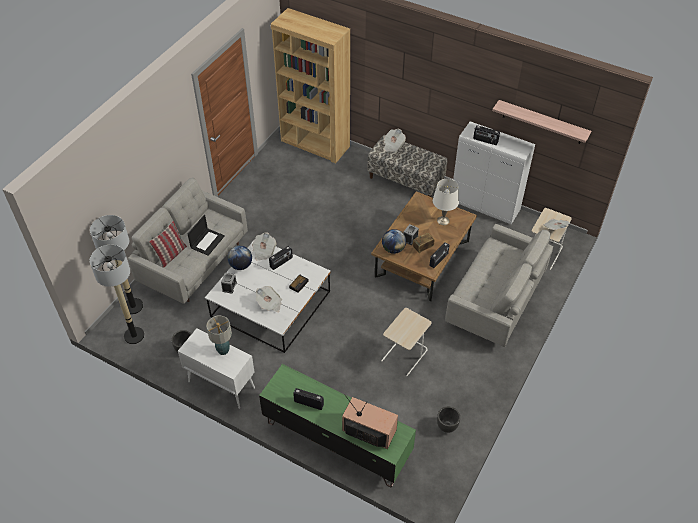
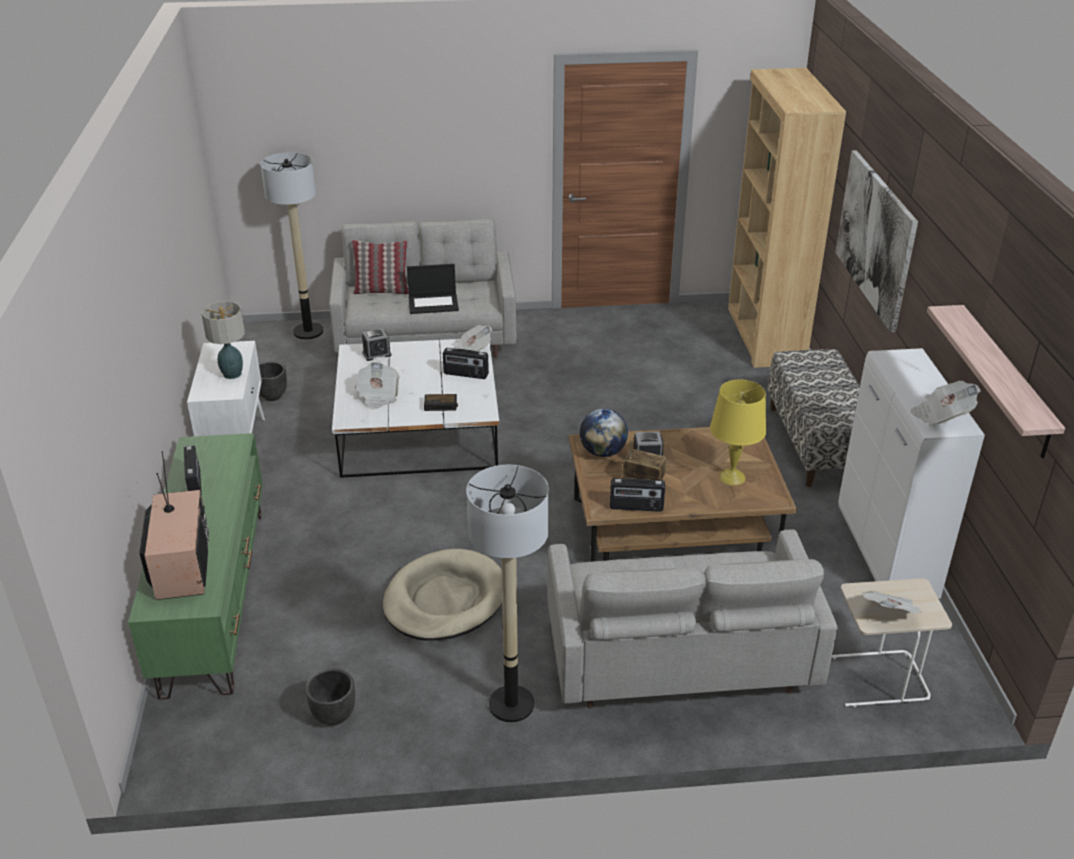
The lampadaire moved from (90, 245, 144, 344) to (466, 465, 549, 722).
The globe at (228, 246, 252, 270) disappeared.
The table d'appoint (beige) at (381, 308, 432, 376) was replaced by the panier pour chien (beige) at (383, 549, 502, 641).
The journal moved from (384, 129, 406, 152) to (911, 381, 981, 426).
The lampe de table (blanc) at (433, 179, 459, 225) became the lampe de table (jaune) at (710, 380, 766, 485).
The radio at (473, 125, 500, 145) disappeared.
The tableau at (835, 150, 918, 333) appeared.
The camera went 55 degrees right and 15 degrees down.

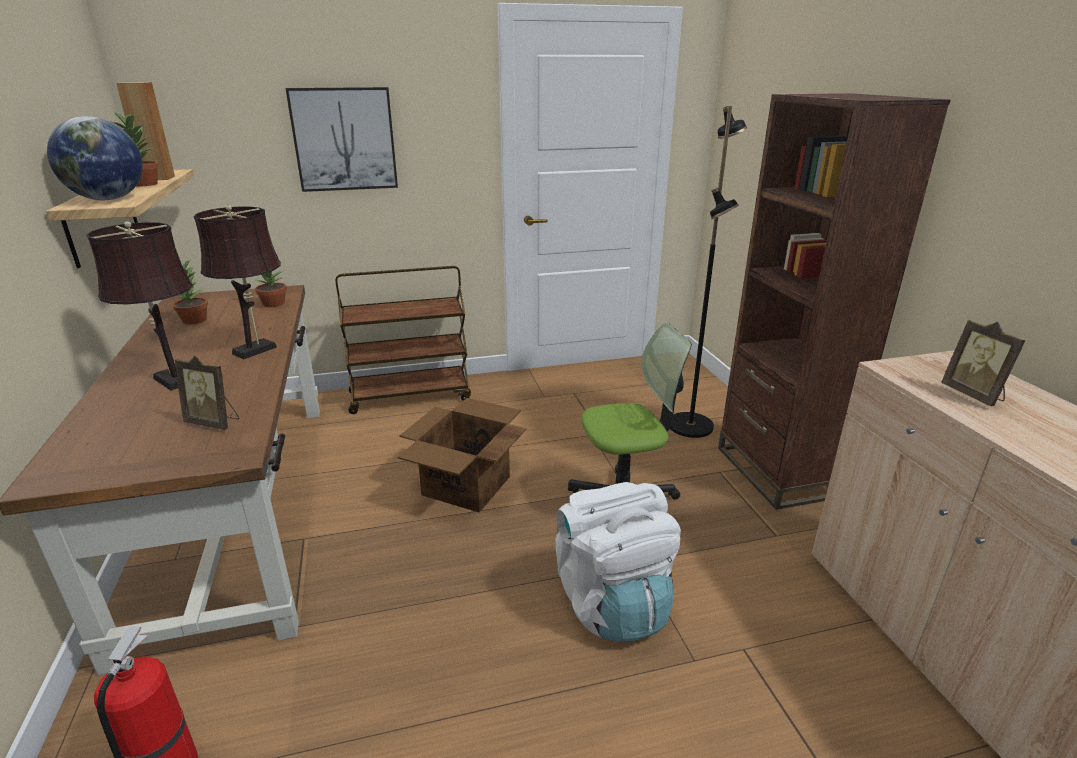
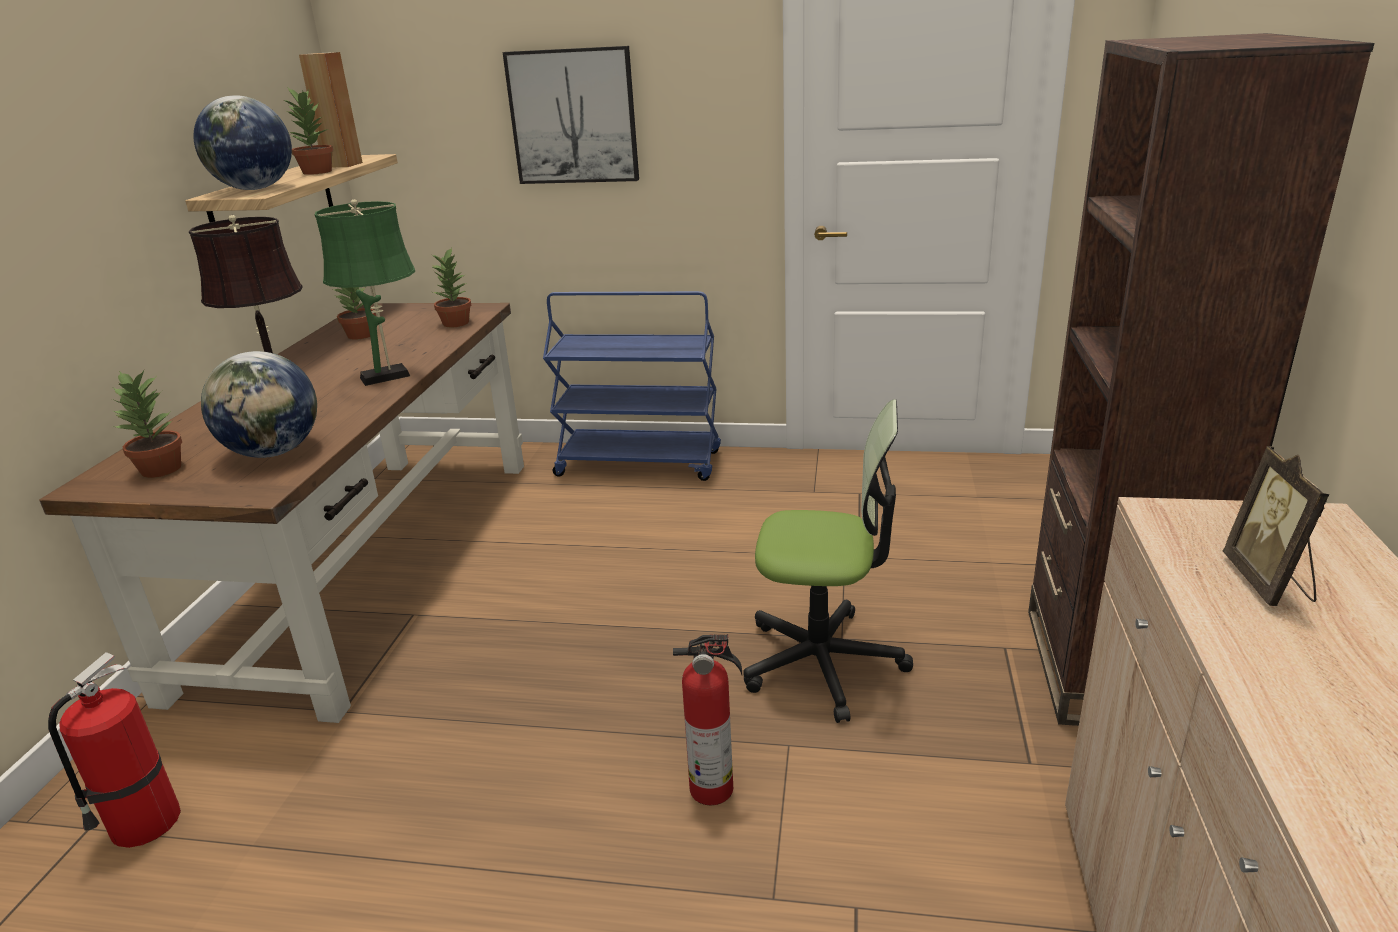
The cadre photo at (175, 356, 239, 430) was replaced by the globe at (201, 351, 317, 458).
The lampe de table (marron) at (194, 205, 281, 360) became the lampe de table (vert) at (315, 199, 415, 386).
The chariot (marron) at (336, 266, 471, 414) became the chariot (bleu) at (543, 291, 721, 481).
The carton at (397, 398, 526, 513) disappeared.
The sac à dos (blanc) at (555, 482, 681, 641) was replaced by the extincteur at (673, 634, 742, 805).
The lampadaire (noir) at (670, 106, 747, 438) disappeared.
The plante en pot at (112, 370, 182, 478) appeared.
The camera went 25 degrees right and 0 degrees up.

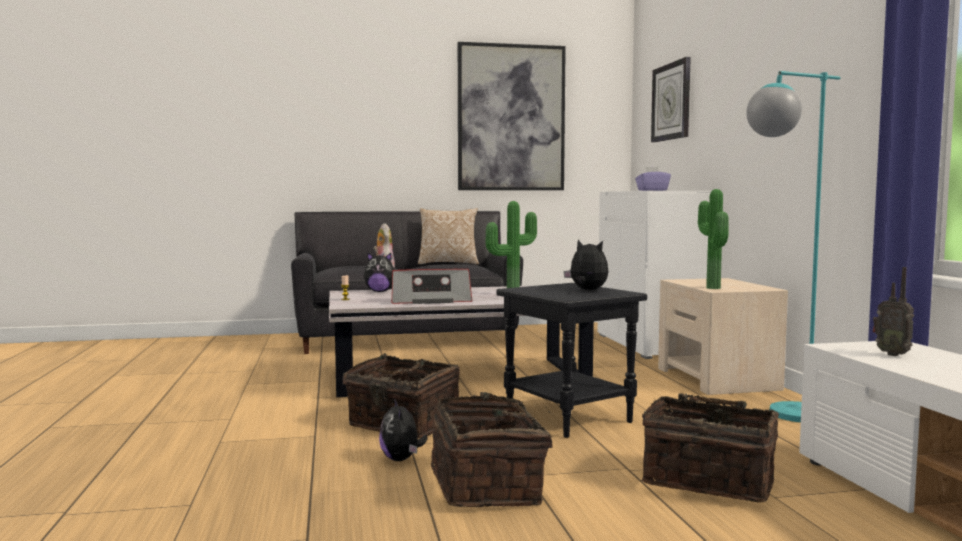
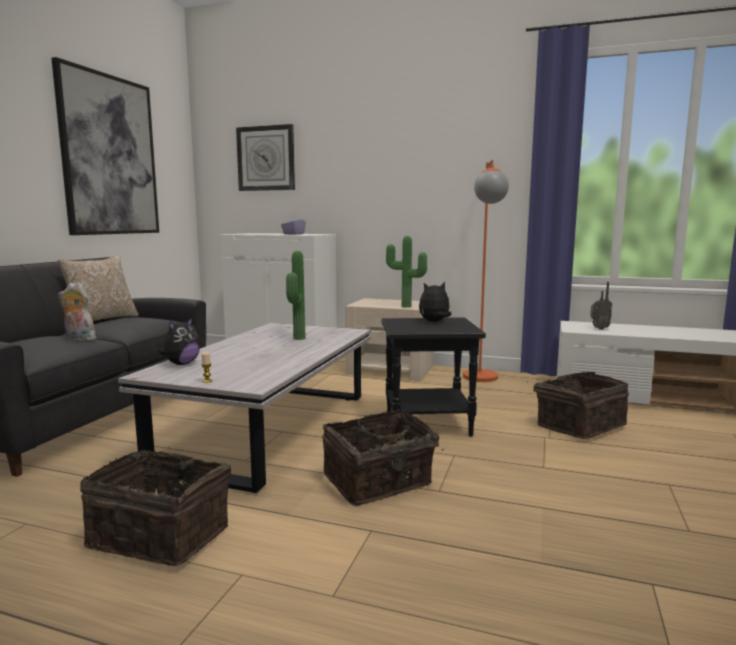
The peluche at (379, 398, 427, 461) disappeared.
The radio at (392, 269, 472, 304) disappeared.
The panier moved from (431, 392, 553, 507) to (80, 448, 231, 566).
The lampadaire (turquoise) at (746, 71, 840, 422) became the lampadaire (orange) at (463, 160, 509, 382).
The camera went 60 degrees left and 5 degrees up.

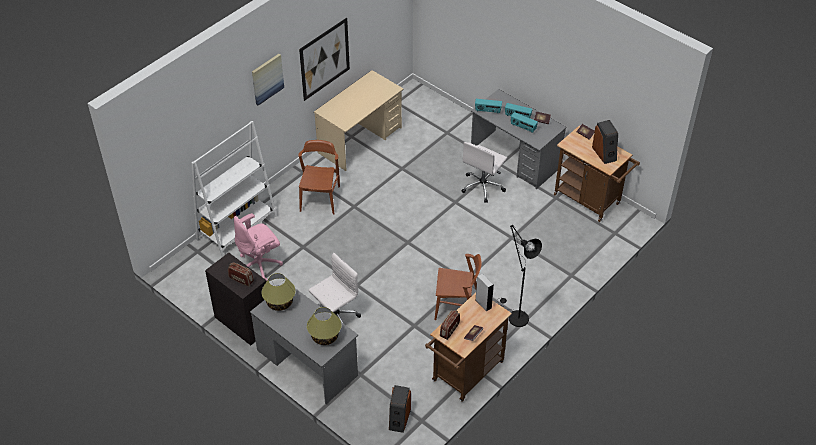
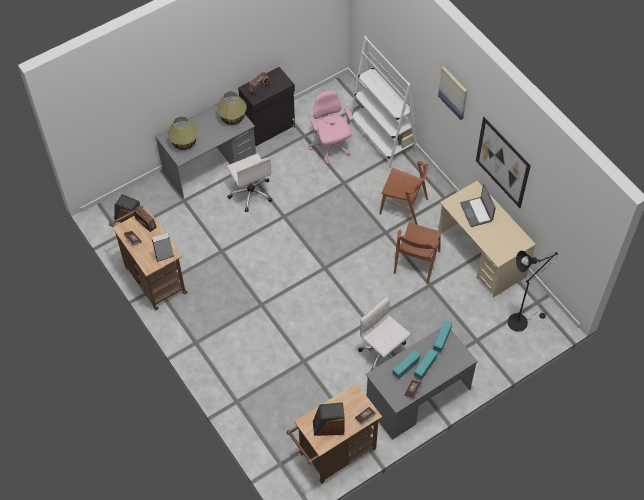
The chaise (marron) moved from (434, 254, 482, 320) to (394, 222, 441, 284).
The lampadaire (noir) moved from (500, 225, 542, 327) to (508, 251, 558, 332).
The ordinateur portable at (460, 184, 496, 227) appeared.
The camera went 105 degrees right and 10 degrees up.

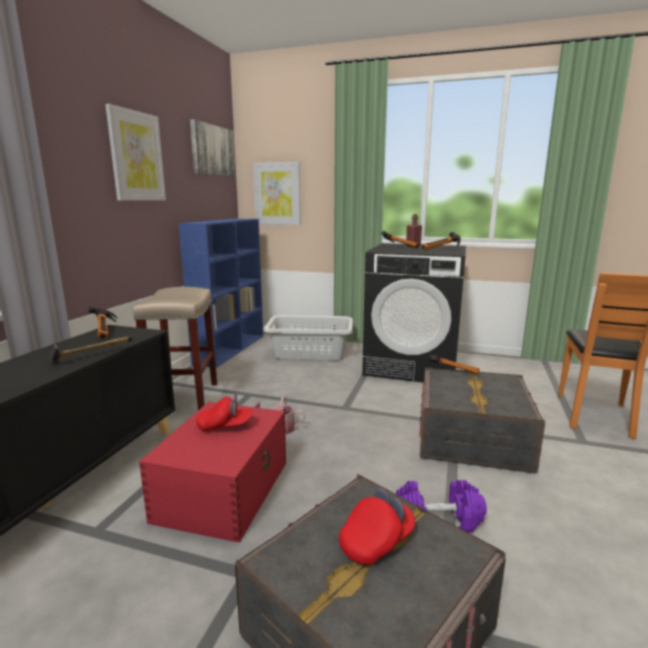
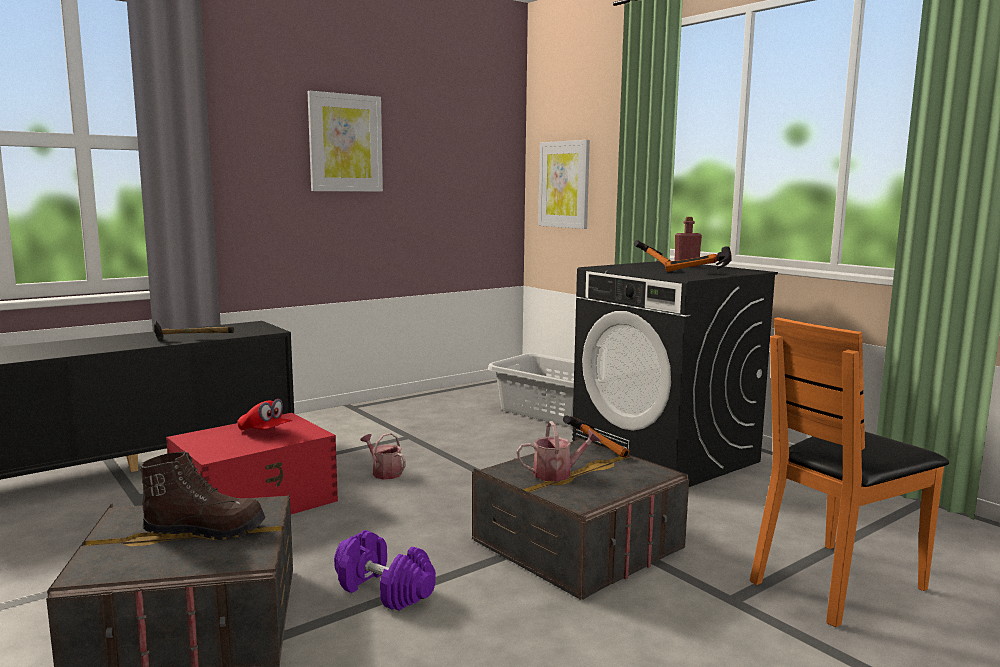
The marteau at (88, 306, 118, 339) disappeared.
The tabouret (beige) at (133, 287, 217, 410) disappeared.
The bibliothèque (bleu) at (179, 219, 263, 368) disappeared.
The tableau at (190, 119, 235, 177) disappeared.
The casquette (rouge) at (339, 488, 415, 565) was replaced by the botte (marron) at (140, 451, 266, 540).
The arrosoir at (517, 421, 601, 481) appeared.
The camera went 35 degrees right and 5 degrees down.

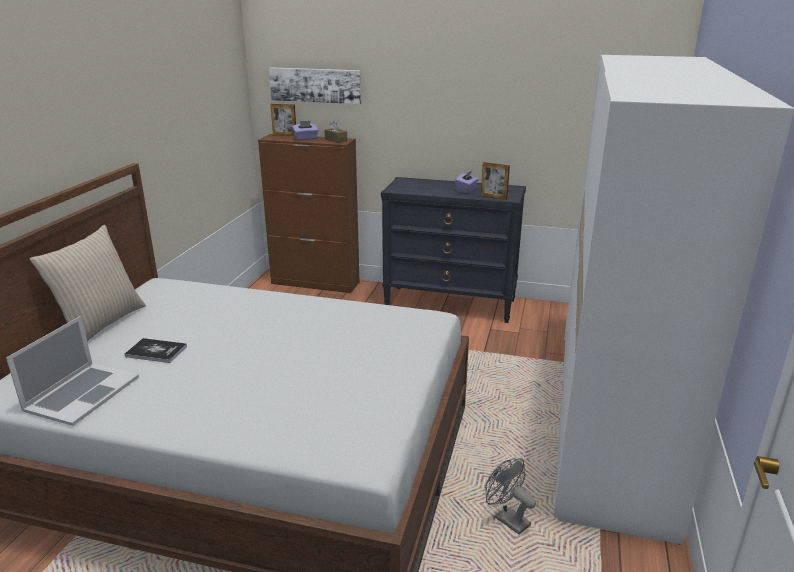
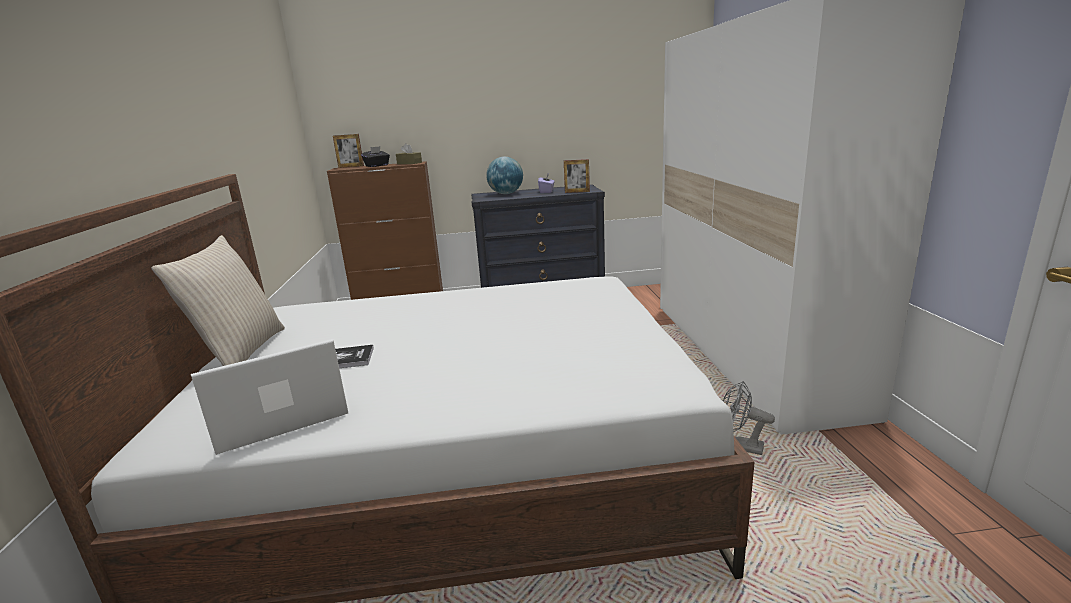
The ordinateur portable at (6, 316, 139, 426) turned 120 degrees counterclockwise.
The tableau at (269, 67, 361, 104) disappeared.
The boîte à mouchoirs (violet) at (292, 121, 318, 141) became the boîte à mouchoirs (noir) at (361, 146, 390, 167).
The globe at (486, 157, 523, 194) appeared.
The camera went 20 degrees left and 5 degrees down.

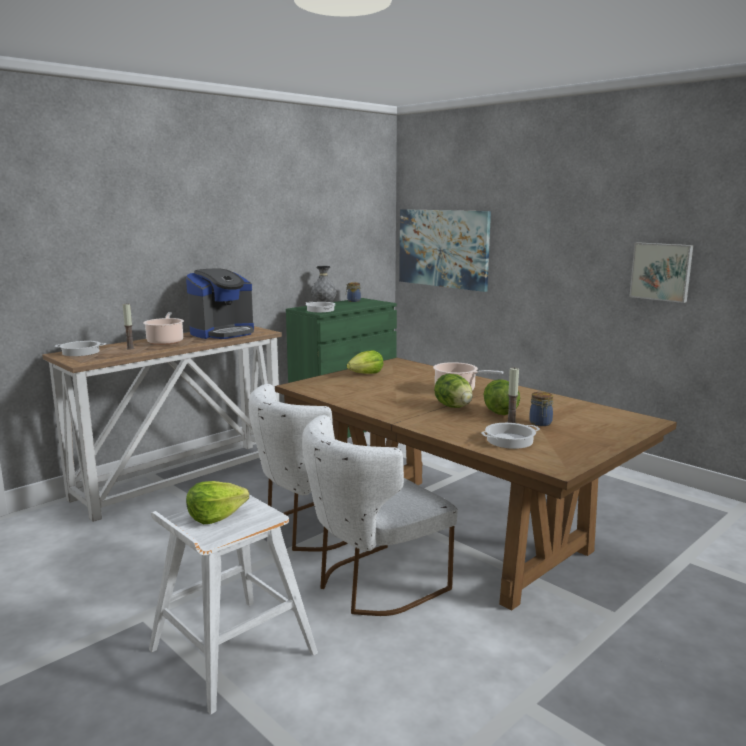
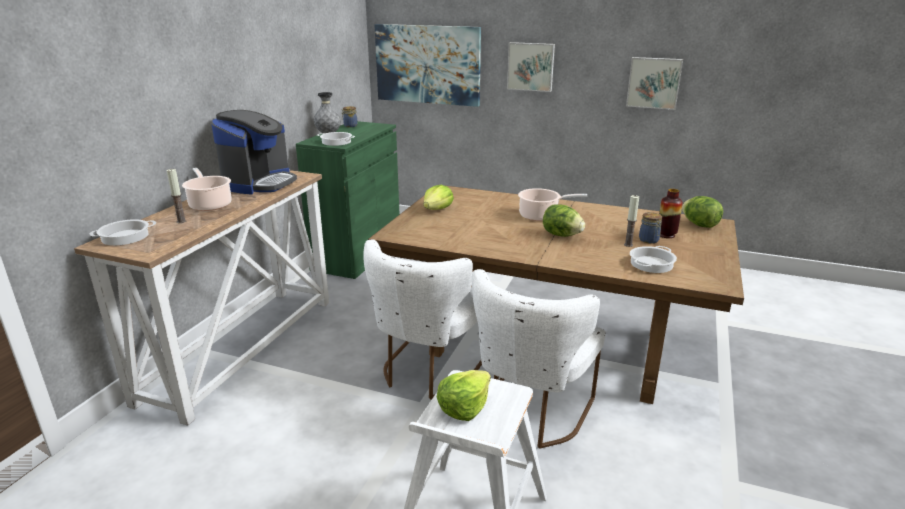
The laitue moved from (483, 379, 520, 415) to (682, 196, 723, 228).
The tableau at (507, 42, 555, 92) appeared.
The vase at (659, 189, 683, 238) appeared.
The camera went 25 degrees left and 10 degrees up.

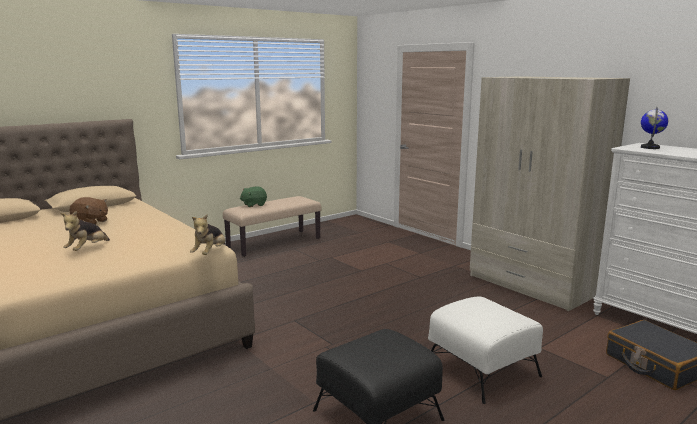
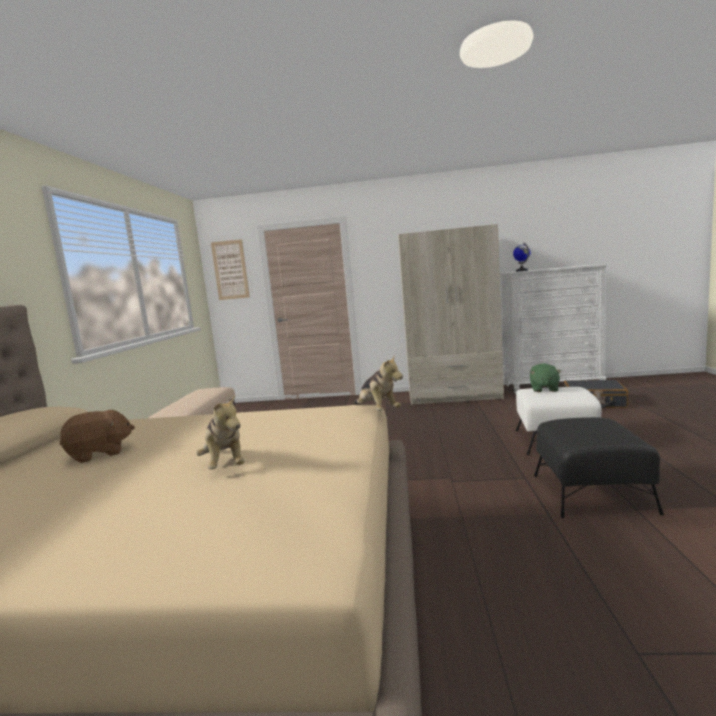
The peluche (vert) moved from (240, 187, 267, 207) to (530, 363, 561, 392).
The tableau at (211, 239, 250, 300) appeared.
The camera went 45 degrees left and 5 degrees down.

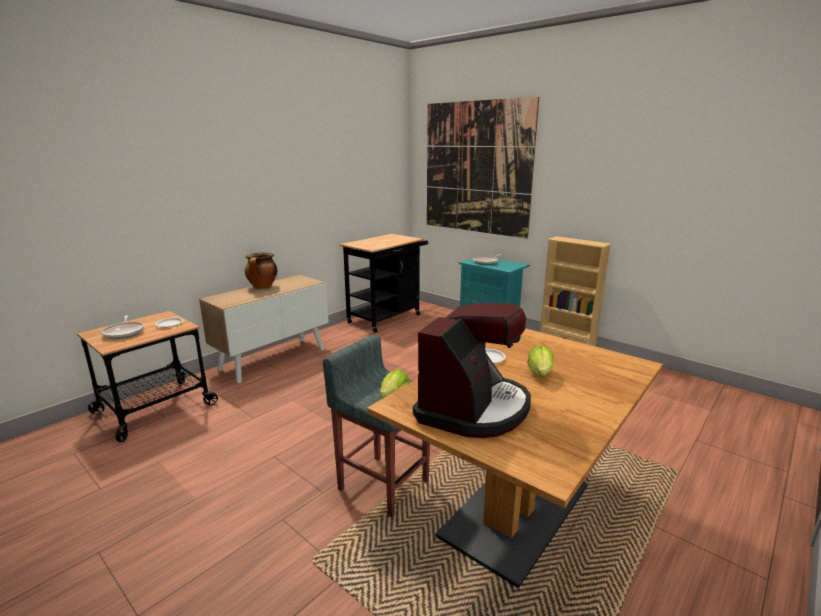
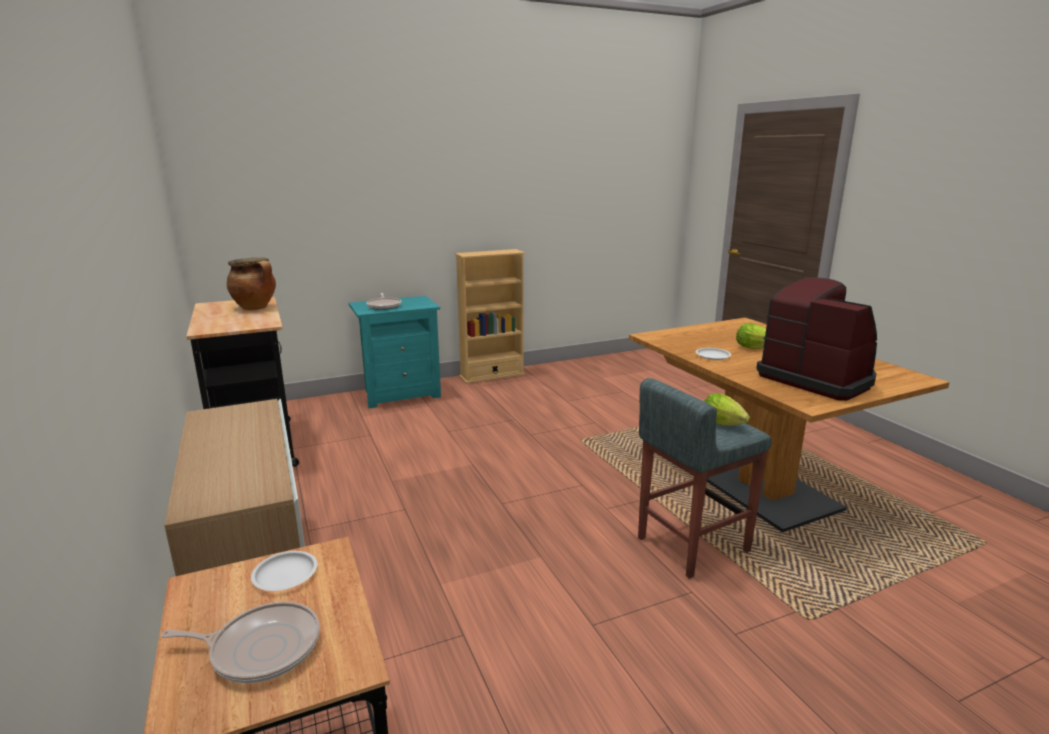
The marmite moved from (245, 252, 277, 289) to (227, 258, 276, 310).
The tableau at (427, 97, 539, 239) disappeared.
The camera went 65 degrees left and 0 degrees up.

